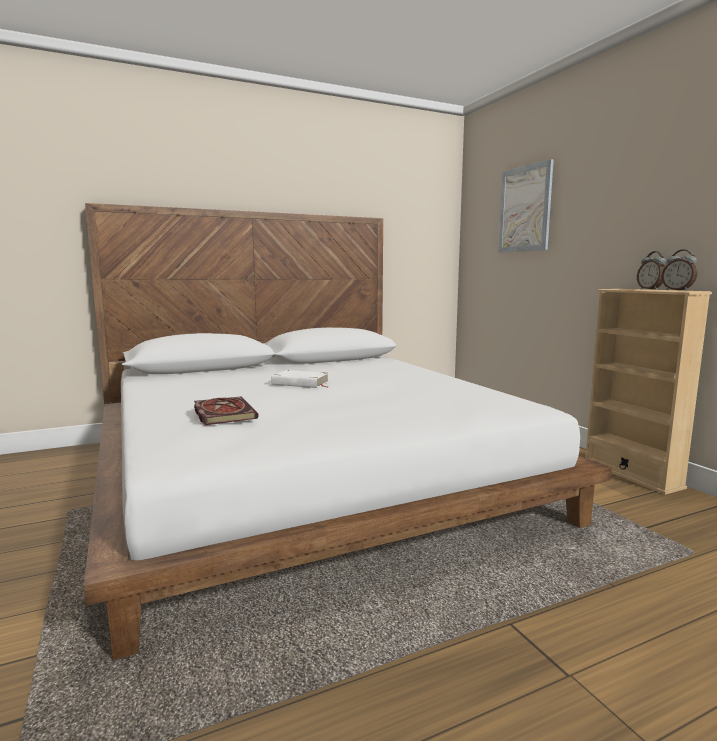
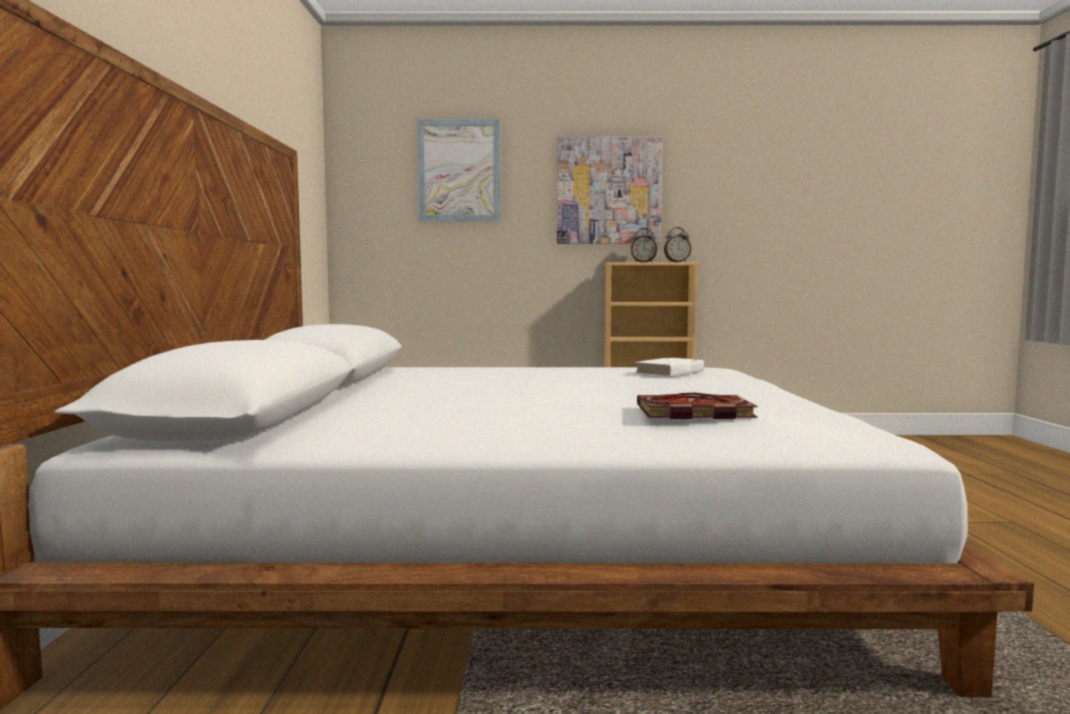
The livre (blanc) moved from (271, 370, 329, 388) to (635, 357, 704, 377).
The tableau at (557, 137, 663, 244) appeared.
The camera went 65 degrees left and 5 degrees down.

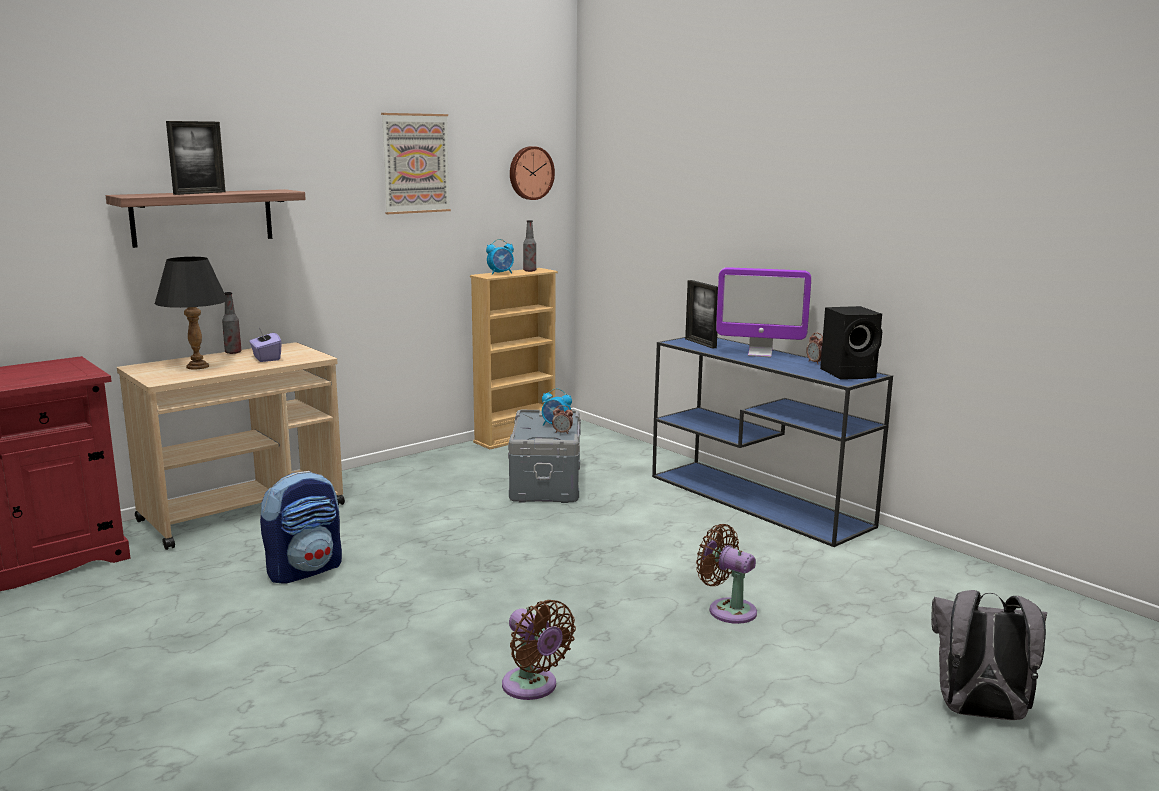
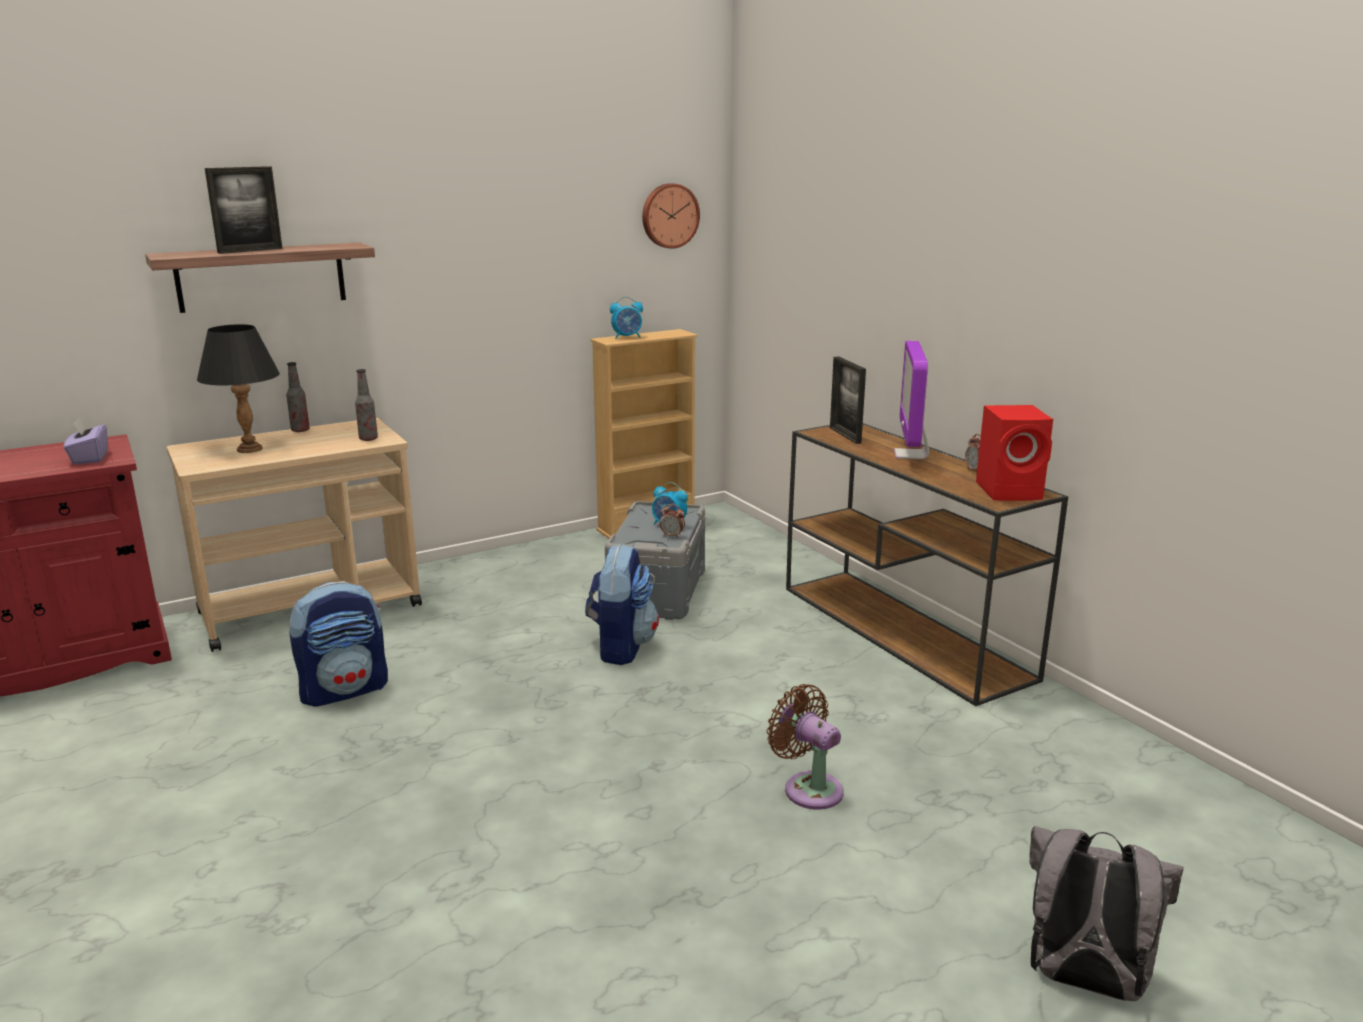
The boîte à mouchoirs (violet) moved from (249, 328, 282, 362) to (64, 418, 108, 464).
The tableau at (381, 113, 451, 214) disappeared.
The ventilateur (marron) at (502, 600, 576, 700) disappeared.
The bouteille moved from (523, 220, 536, 272) to (355, 369, 378, 441).
The table console (bleu) at (652, 337, 893, 547) became the table console (marron) at (786, 423, 1068, 706).
The écran d'ordinateur at (716, 267, 811, 357) turned 75 degrees clockwise.
The enceinte (noir) at (820, 306, 882, 379) became the enceinte (rouge) at (976, 405, 1053, 501).
The sac à dos at (585, 543, 659, 665) appeared.
The camera went 10 degrees right and 5 degrees up.

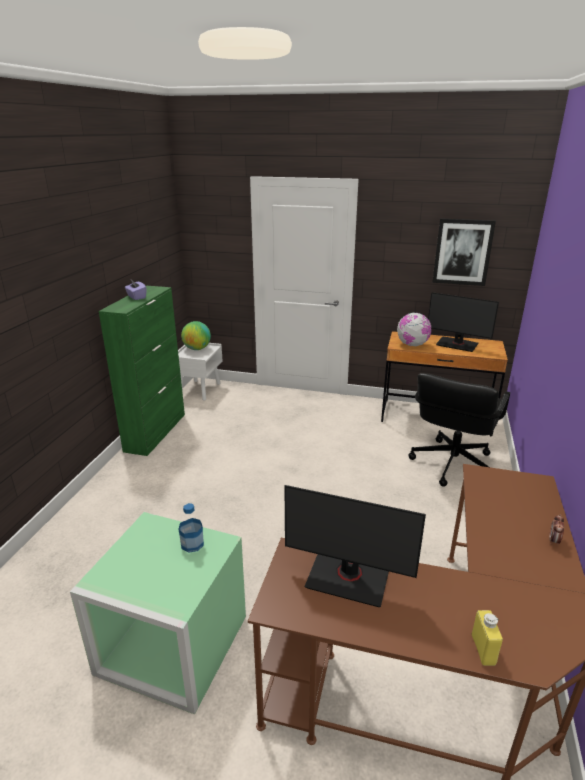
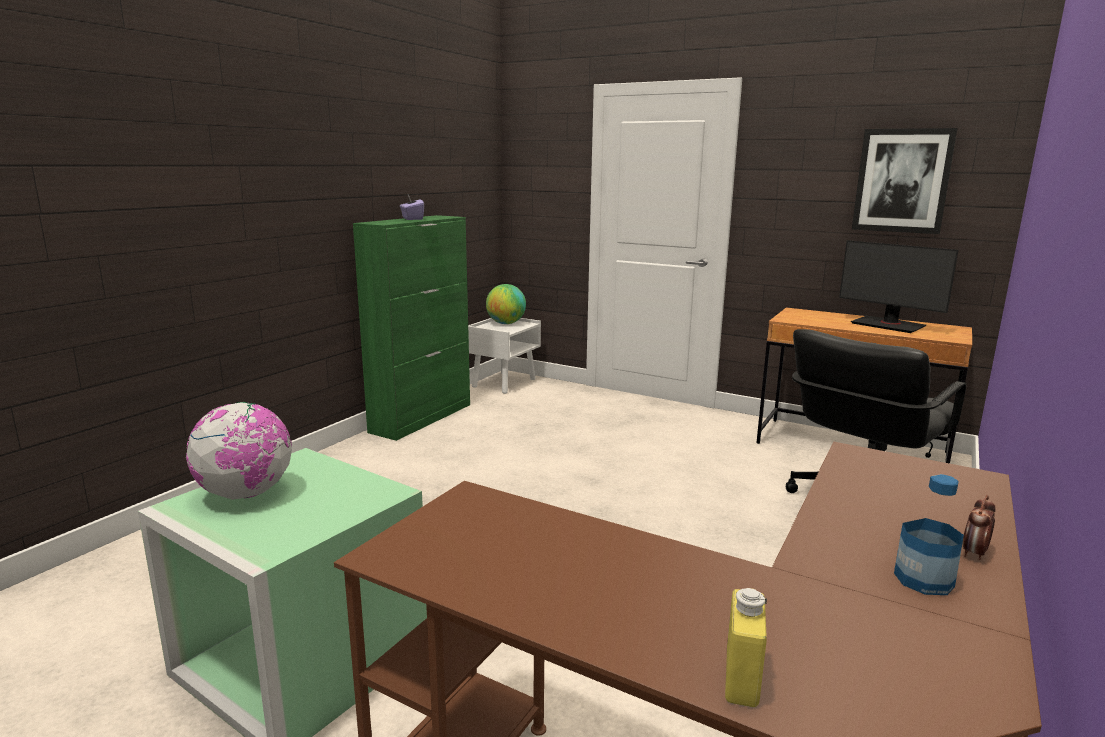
The bouteille moved from (179, 503, 204, 553) to (894, 474, 964, 595).
The écran d'ordinateur at (284, 485, 426, 607) disappeared.
The globe moved from (397, 312, 432, 346) to (186, 402, 292, 500).
The camera went 15 degrees right and 10 degrees down.

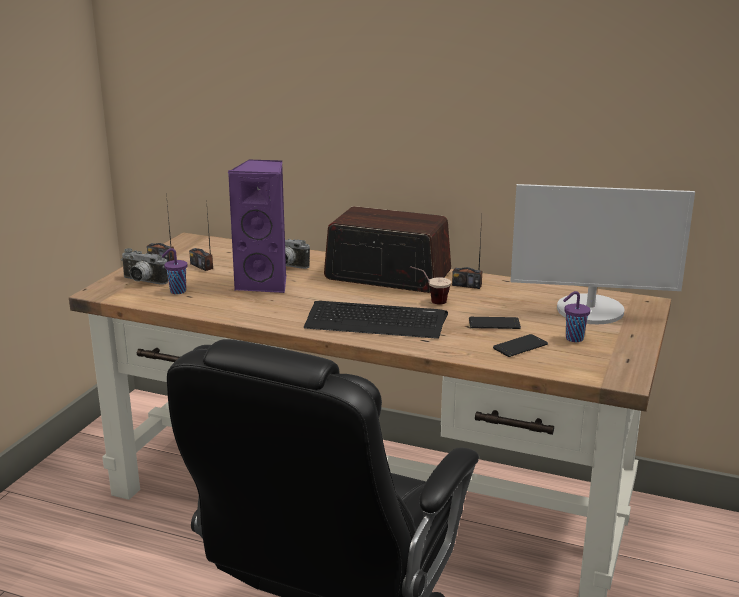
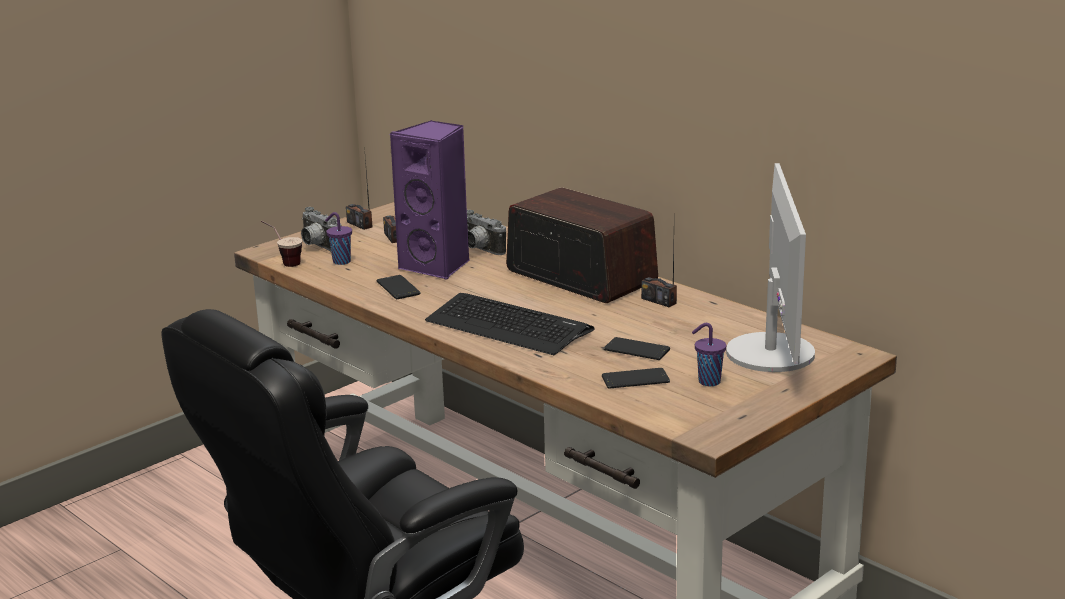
The tasse moved from (410, 266, 451, 305) to (261, 221, 302, 267).
The écran d'ordinateur at (510, 184, 695, 324) turned 120 degrees counterclockwise.
The téléphone at (377, 275, 420, 299) appeared.
The camera went 25 degrees right and 0 degrees up.

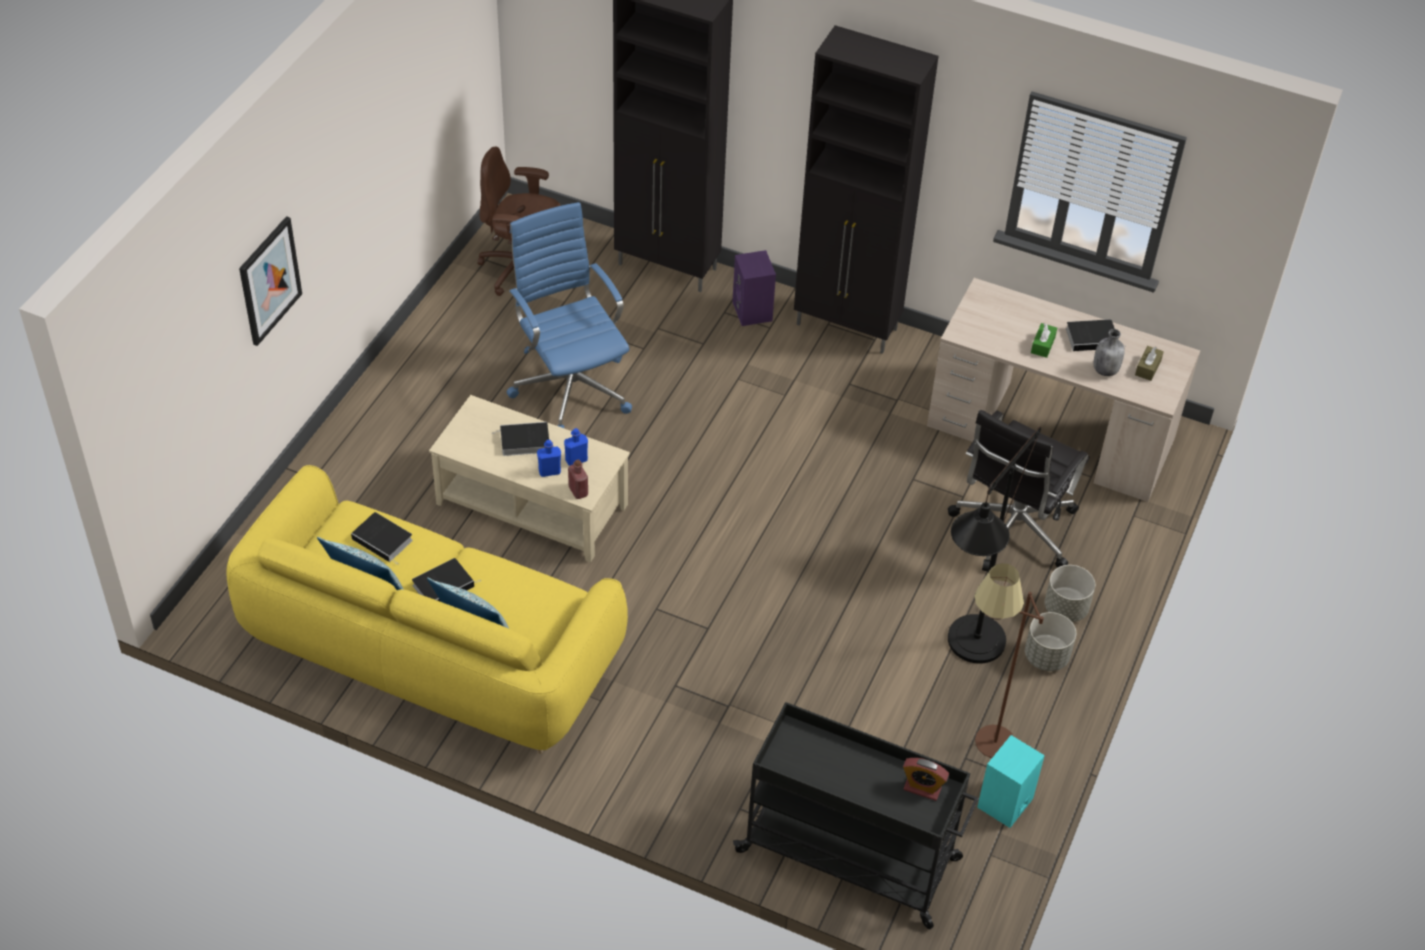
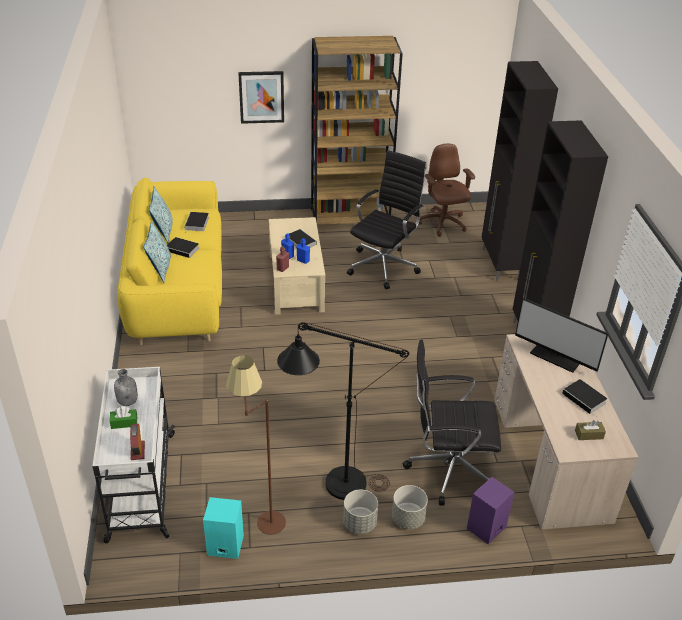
The chaise de bureau (bleu) at (507, 202, 632, 429) became the chaise de bureau (noir) at (347, 150, 426, 289).
The enceinte (violet) moved from (733, 250, 776, 326) to (467, 477, 514, 545).
The chariot (noir) at (733, 702, 979, 929) became the chariot (blanc) at (92, 367, 175, 544).
The boîte à mouchoirs (vert) moved from (1031, 323, 1057, 358) to (110, 406, 137, 429).
The bouteille (gris) moved from (1094, 329, 1125, 376) to (114, 369, 138, 406).
The bibliothèque (marron) at (311, 36, 403, 225) appeared.
The écran d'ordinateur at (515, 298, 609, 373) appeared.
The camera went 60 degrees right and 10 degrees down.

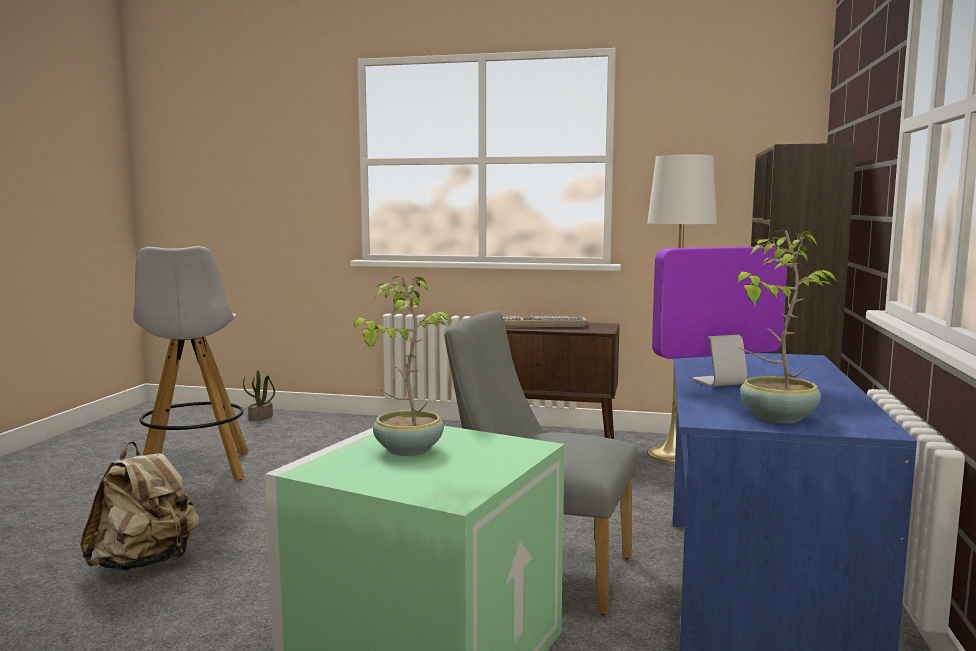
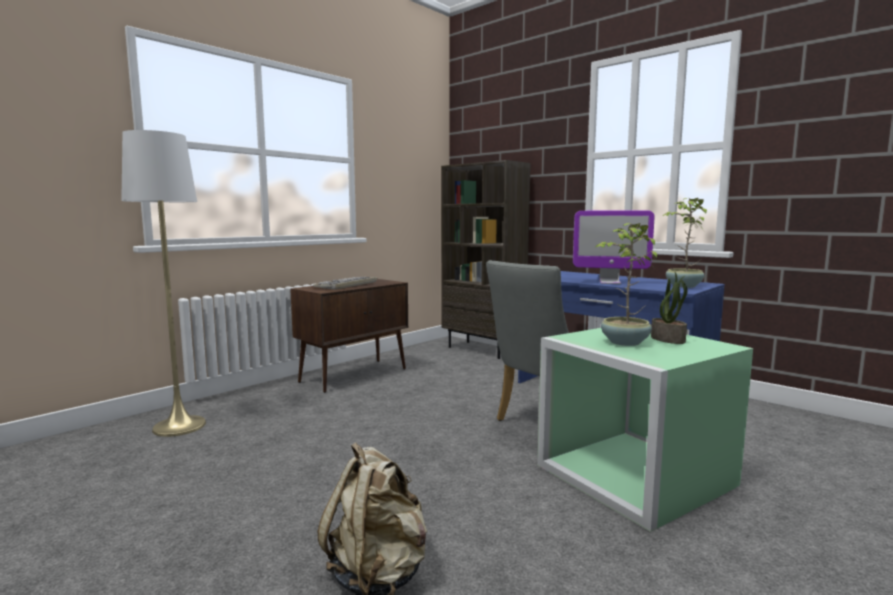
The tabouret (blanc) at (133, 246, 249, 480) disappeared.
The plante en pot moved from (243, 370, 275, 421) to (651, 272, 688, 344).
The lampadaire (blanc) moved from (647, 154, 717, 463) to (121, 130, 206, 437).
The écran d'ordinateur at (652, 246, 787, 387) turned 90 degrees counterclockwise.
The camera went 60 degrees left and 0 degrees up.

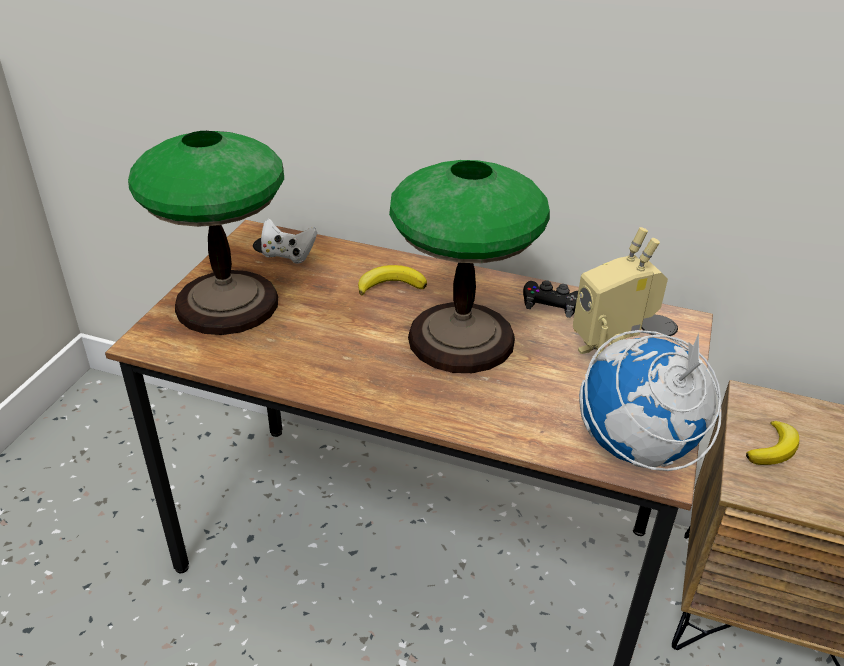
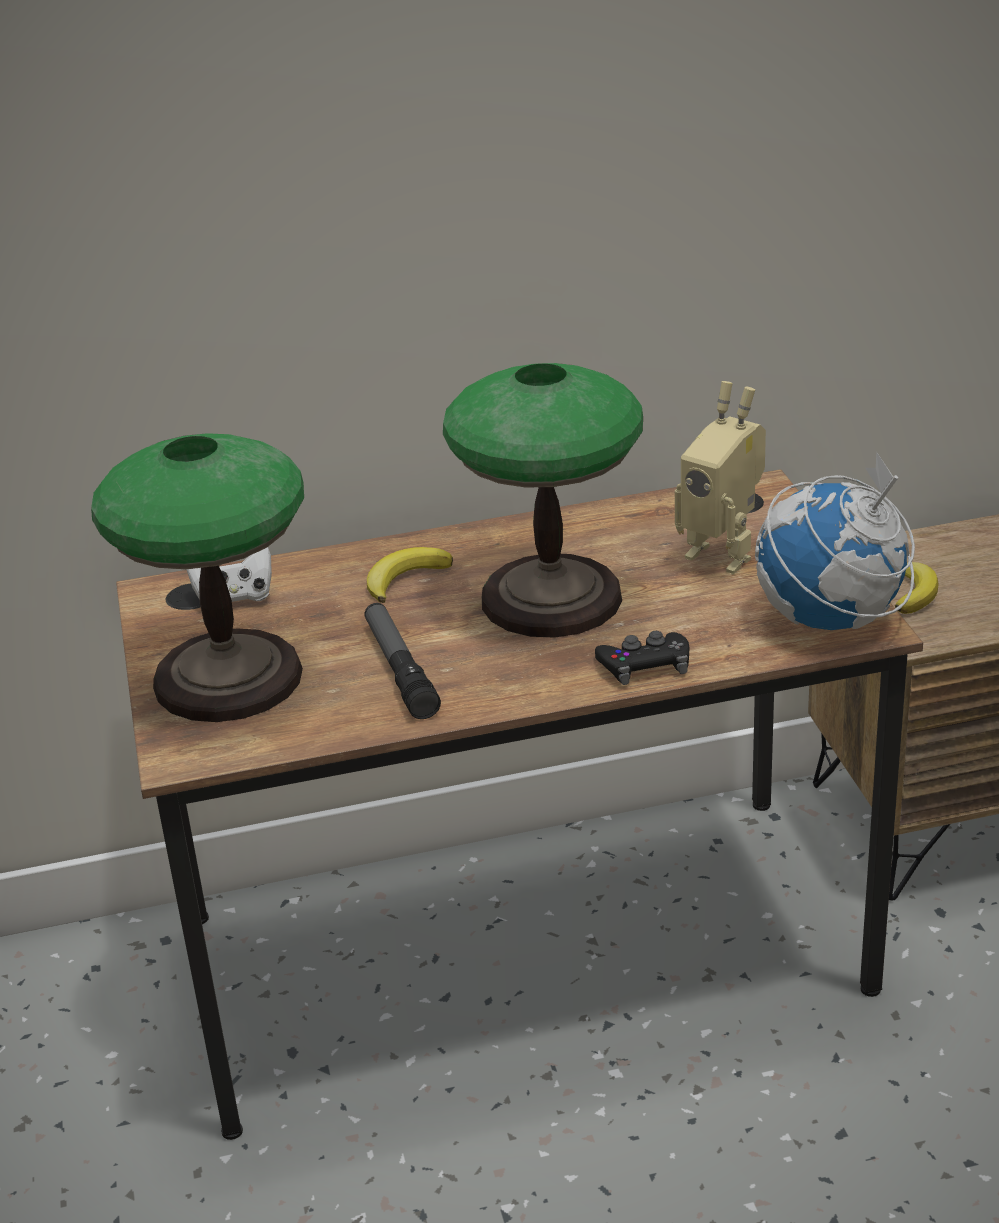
The manette (noir) moved from (523, 280, 578, 318) to (595, 631, 689, 685).
The lampe de poche at (364, 603, 441, 719) appeared.
The camera went 30 degrees left and 5 degrees down.

